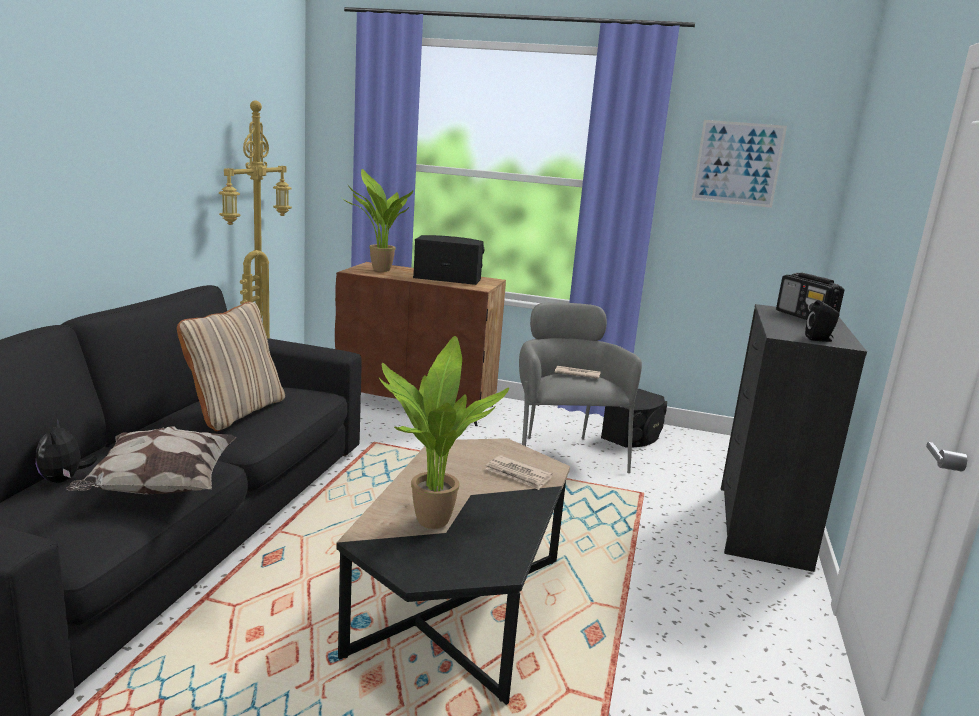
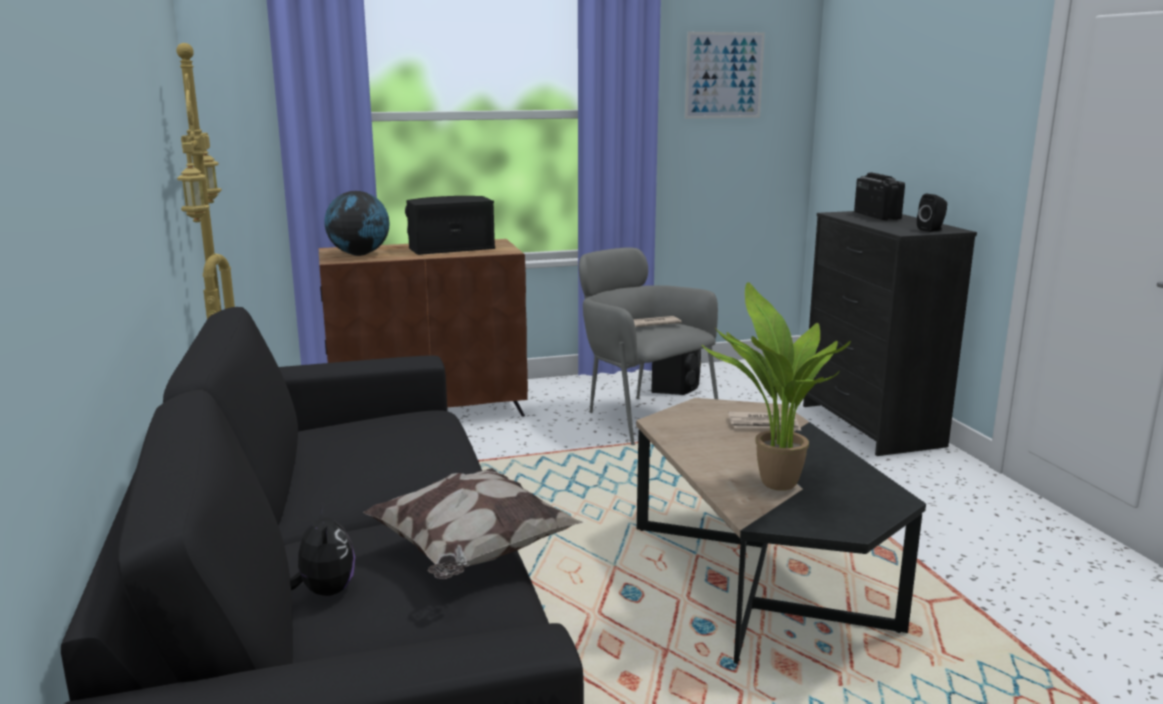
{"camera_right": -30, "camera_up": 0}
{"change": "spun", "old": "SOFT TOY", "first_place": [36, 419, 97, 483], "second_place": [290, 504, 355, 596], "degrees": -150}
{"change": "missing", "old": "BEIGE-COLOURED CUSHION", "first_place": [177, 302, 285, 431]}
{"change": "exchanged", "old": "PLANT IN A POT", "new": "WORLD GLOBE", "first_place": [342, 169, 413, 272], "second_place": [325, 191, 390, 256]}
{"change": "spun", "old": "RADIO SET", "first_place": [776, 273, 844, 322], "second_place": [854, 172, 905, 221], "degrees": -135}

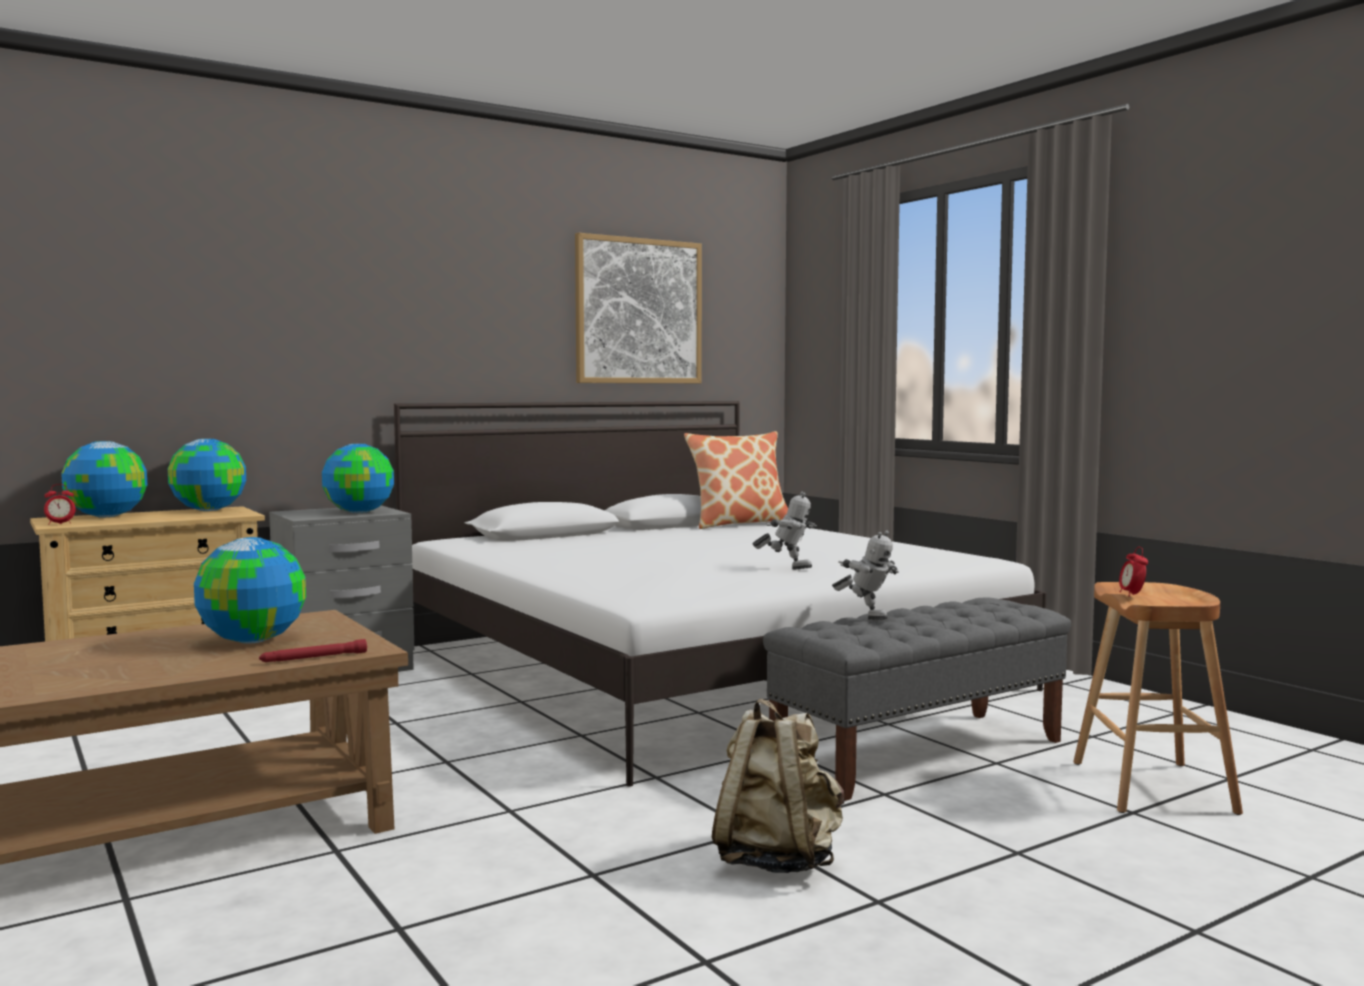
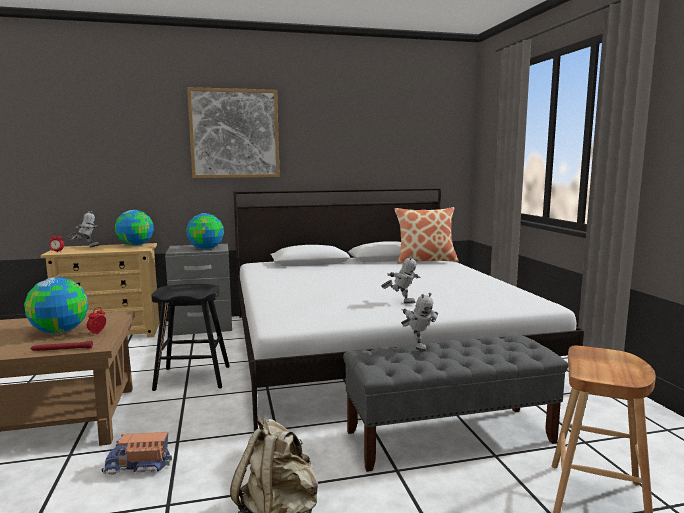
{"camera_right": 20, "camera_up": 5}
{"change": "exchanged", "old": "WORLD GLOBE", "new": "ROBOT FIGURE", "first_place": [61, 441, 147, 517], "second_place": [68, 211, 99, 247]}
{"change": "relocated", "old": "PICTURE", "first_place": [575, 233, 702, 383], "second_place": [187, 87, 280, 178]}
{"change": "relocated", "old": "BEDSIDE CLOCK", "first_place": [1119, 547, 1148, 597], "second_place": [87, 307, 106, 334]}
{"change": "appeared", "new": "TOY TRUCK", "second_place": [102, 432, 172, 475]}
{"change": "appeared", "new": "BLACK-COLOURED STOOL SEAT", "second_place": [151, 284, 230, 391]}

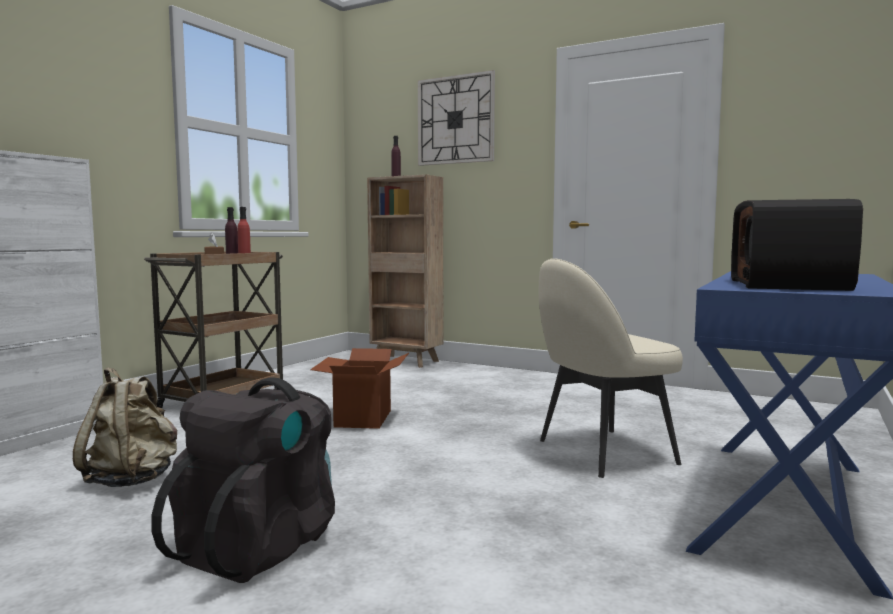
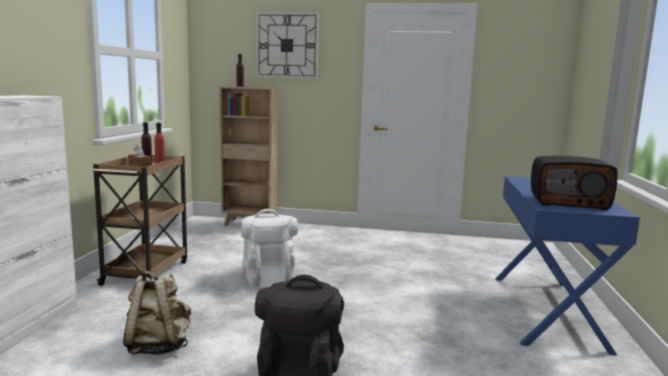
{"camera_right": -20, "camera_up": 5}
{"change": "exchanged", "old": "CARDBOARD BOX", "new": "WHITE-COLOURED KNAPSACK", "first_place": [310, 348, 409, 429], "second_place": [241, 209, 298, 288]}
{"change": "missing", "old": "BEIGE-COLOURED CHAIR", "first_place": [539, 258, 683, 478]}
{"change": "spun", "old": "RADIO SET", "first_place": [731, 199, 863, 291], "second_place": [531, 156, 617, 210], "degrees": -75}

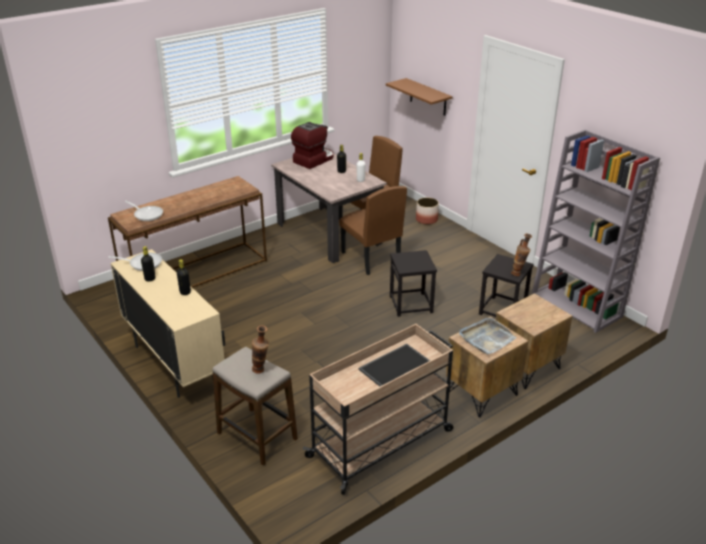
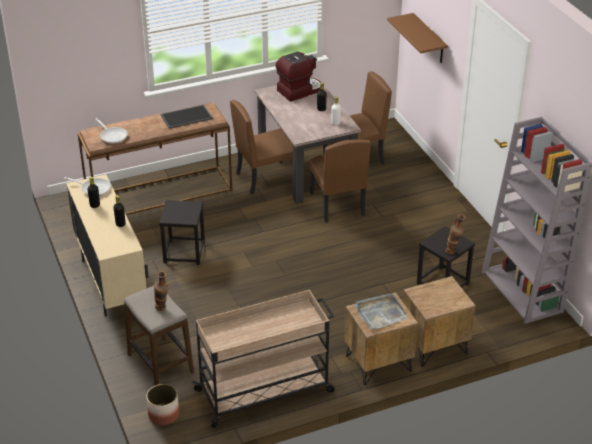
{"camera_right": 15, "camera_up": 5}
{"change": "relocated", "old": "SERVING TRAY", "first_place": [359, 344, 430, 386], "second_place": [160, 104, 213, 129]}
{"change": "relocated", "old": "BLACK-COLOURED STOOL SEAT", "first_place": [390, 250, 437, 317], "second_place": [159, 200, 205, 265]}
{"change": "relocated", "old": "PLANTER", "first_place": [416, 198, 439, 225], "second_place": [146, 384, 179, 425]}
{"change": "appeared", "new": "BROWNISH CHAIR", "second_place": [230, 100, 293, 194]}

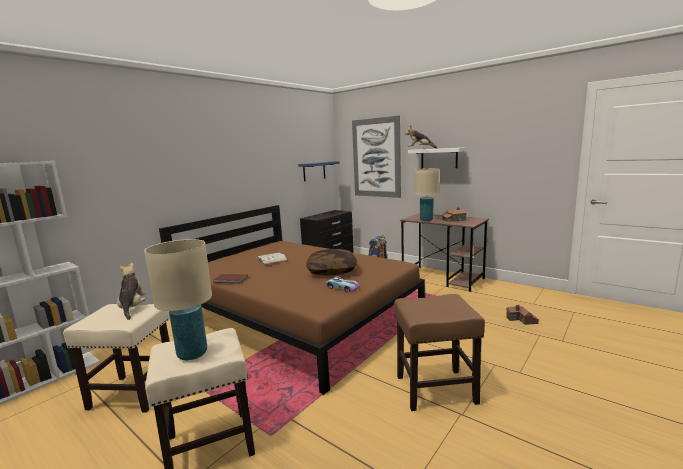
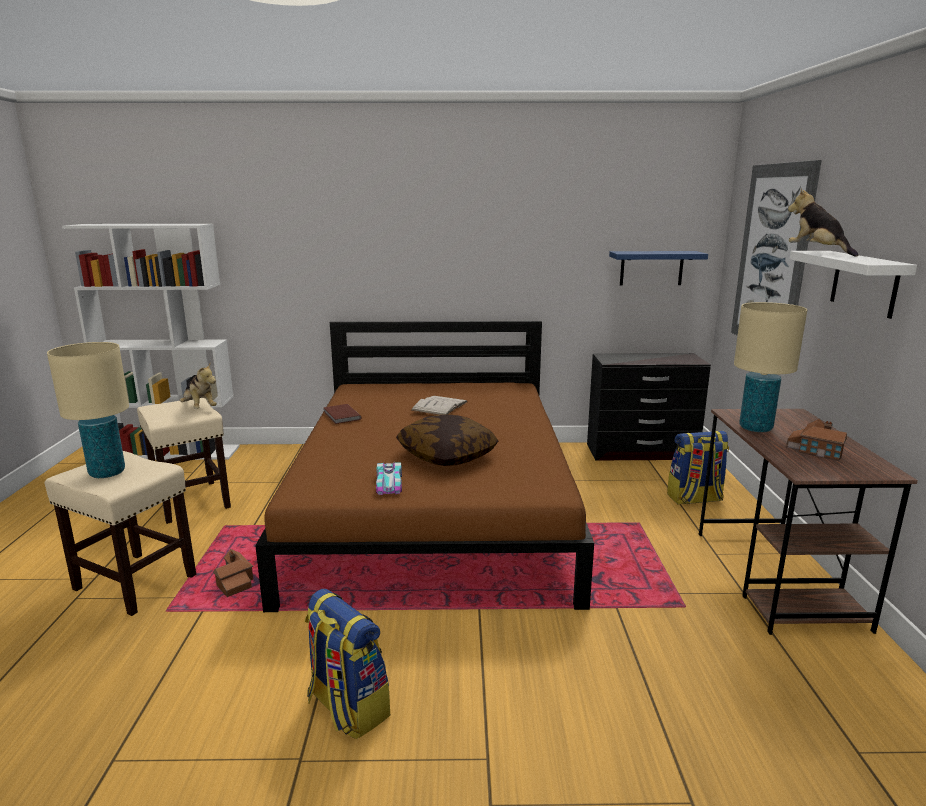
{"camera_right": 50, "camera_up": 5}
{"change": "spun", "old": "SOFT TOY", "first_place": [117, 263, 146, 320], "second_place": [180, 363, 217, 409], "degrees": 105}
{"change": "exchanged", "old": "BROWNISH STOOL SEAT", "new": "KNAPSACK", "first_place": [394, 294, 485, 411], "second_place": [305, 589, 390, 739]}
{"change": "relocated", "old": "MODEL HOUSE", "first_place": [506, 305, 539, 325], "second_place": [213, 549, 253, 597]}

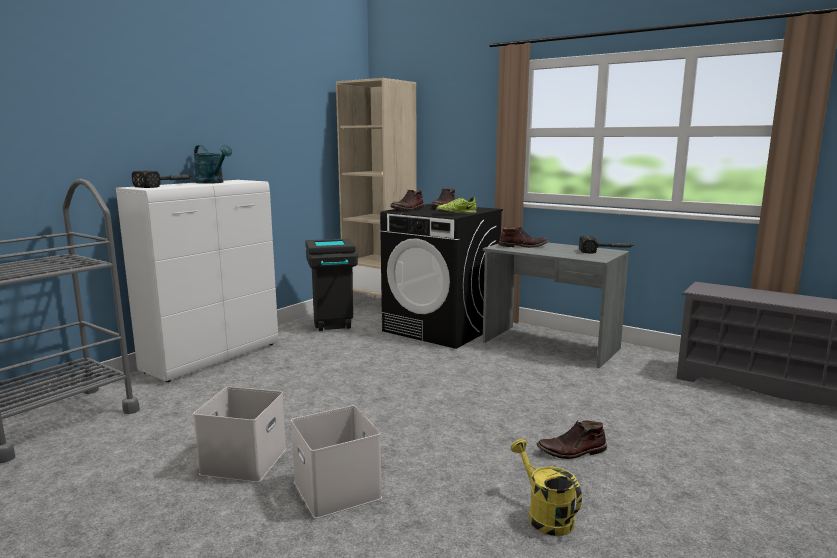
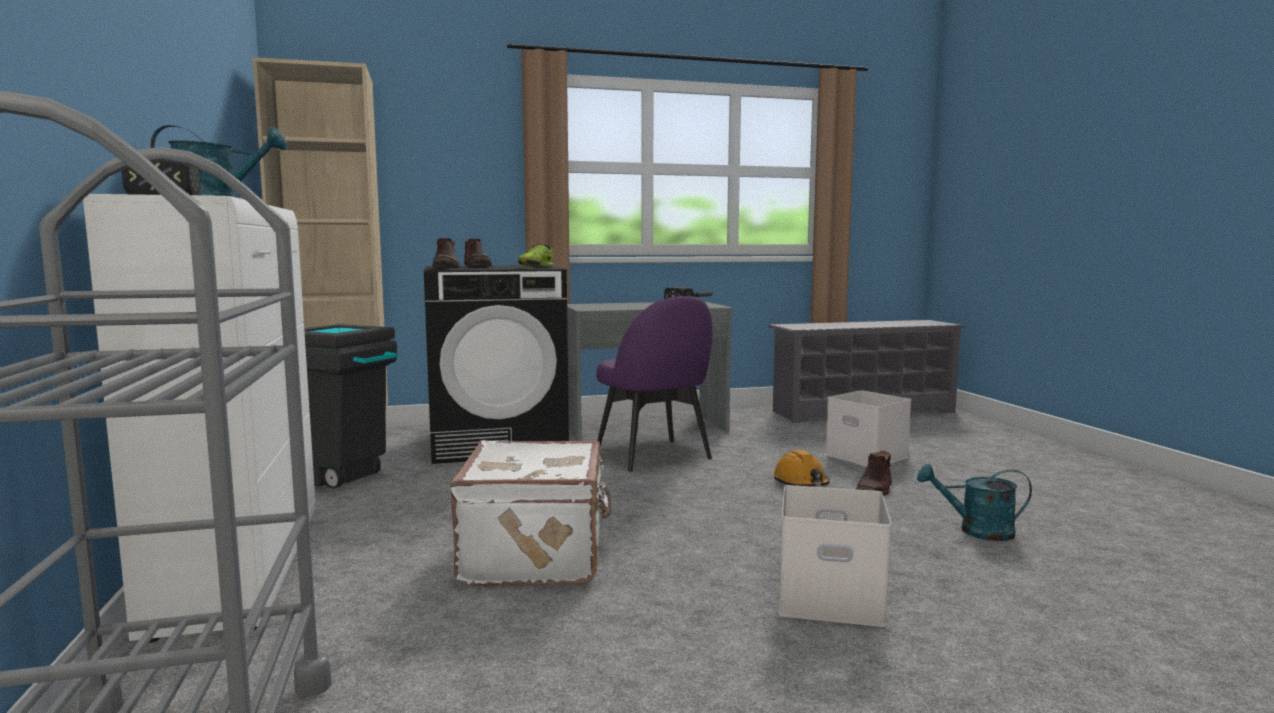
{"camera_right": -50, "camera_up": -5}
{"change": "relocated", "old": "WHITE-COLOURED STORAGE BIN", "first_place": [193, 387, 286, 483], "second_place": [825, 390, 911, 466]}
{"change": "missing", "old": "BROWNISH HIGH-TOP BOOT", "first_place": [499, 226, 548, 248]}
{"change": "colour", "old": "YELLOW-COLOURED WATERING CAN", "new": "TURQUOISE-COLOURED WATERING CAN", "first_place": [511, 439, 582, 536], "second_place": [917, 464, 1032, 541]}
{"change": "appeared", "new": "WHITE-COLOURED TRAVEL CASE", "second_place": [450, 440, 612, 585]}
{"change": "appeared", "new": "PURPLE CHAIR", "second_place": [596, 296, 713, 472]}
{"change": "appeared", "new": "ORANGEY HARD HAT", "second_place": [774, 450, 830, 487]}

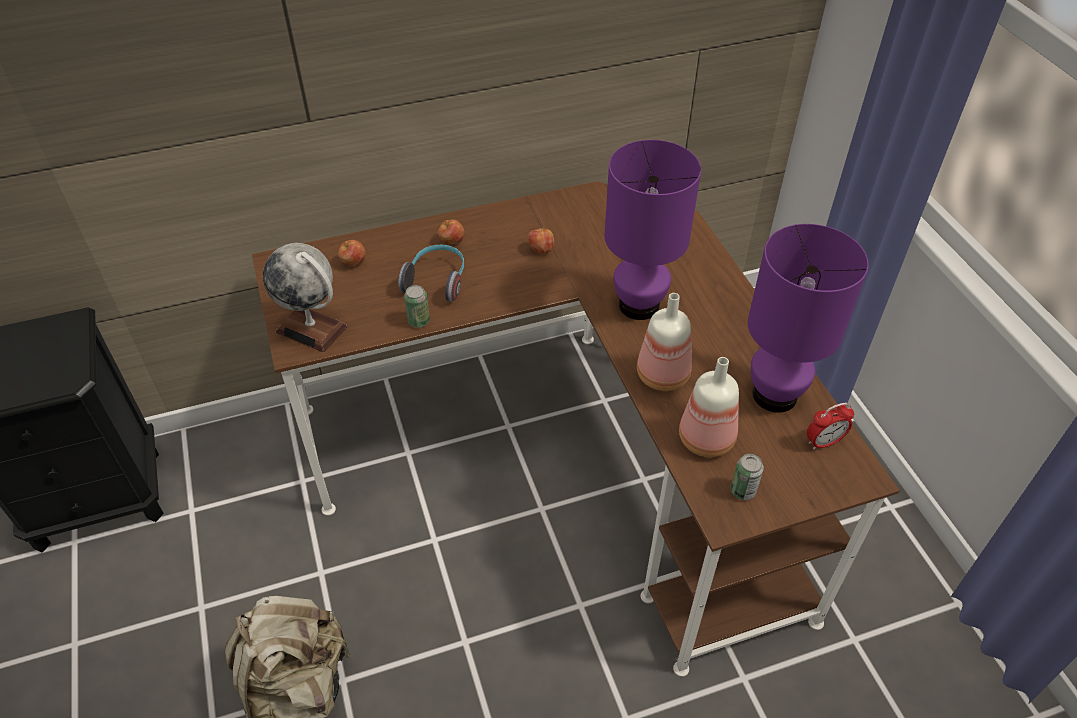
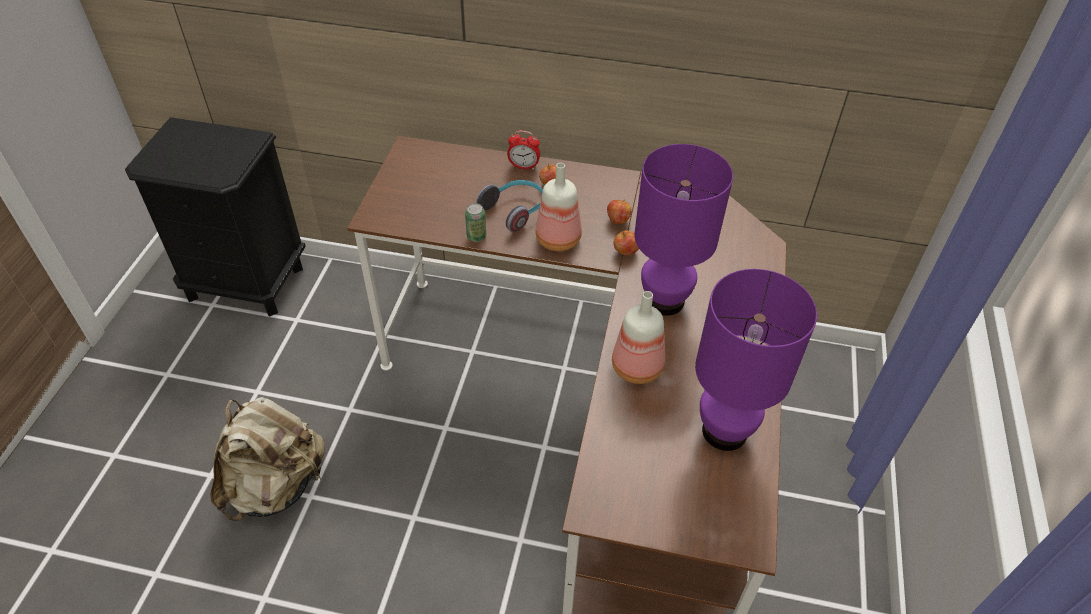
{"camera_right": 30, "camera_up": 0}
{"change": "missing", "old": "WORLD GLOBE", "first_place": [263, 243, 348, 352]}
{"change": "relocated", "old": "WHOLE APPLE", "first_place": [338, 240, 366, 265], "second_place": [614, 231, 639, 255]}
{"change": "relocated", "old": "DRINK BOTTLE", "first_place": [679, 357, 739, 457], "second_place": [536, 163, 582, 251]}
{"change": "missing", "old": "METAL CAN", "first_place": [731, 454, 764, 500]}
{"change": "relocated", "old": "BEDSIDE CLOCK", "first_place": [807, 403, 854, 450], "second_place": [507, 130, 540, 170]}

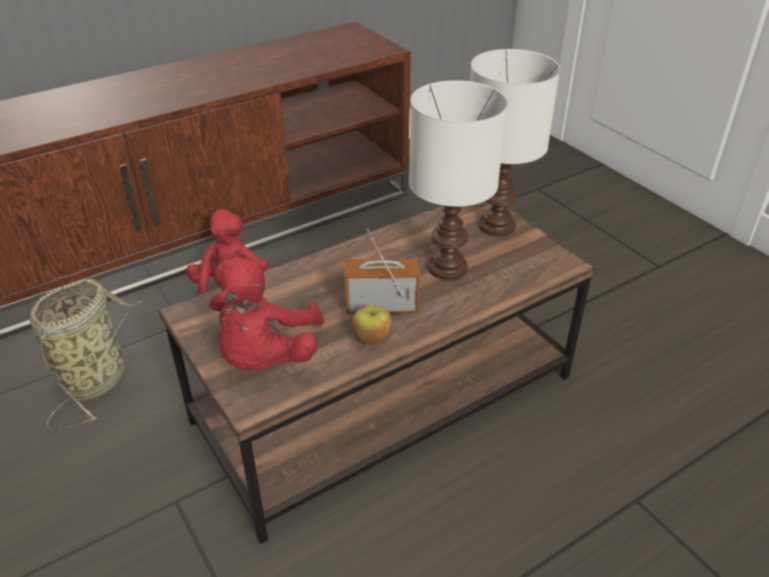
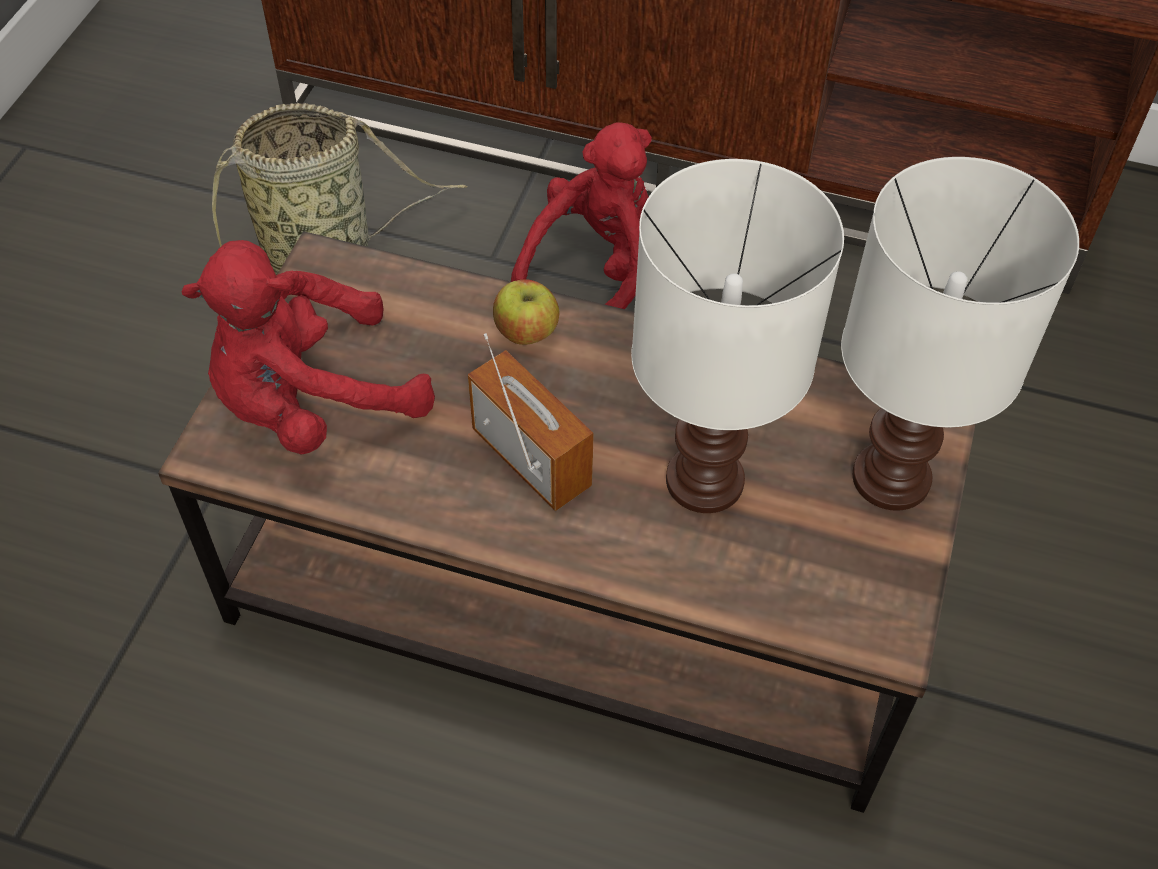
{"camera_right": 50, "camera_up": 15}
{"change": "relocated", "old": "WHOLE APPLE", "first_place": [352, 305, 392, 344], "second_place": [493, 280, 559, 345]}

